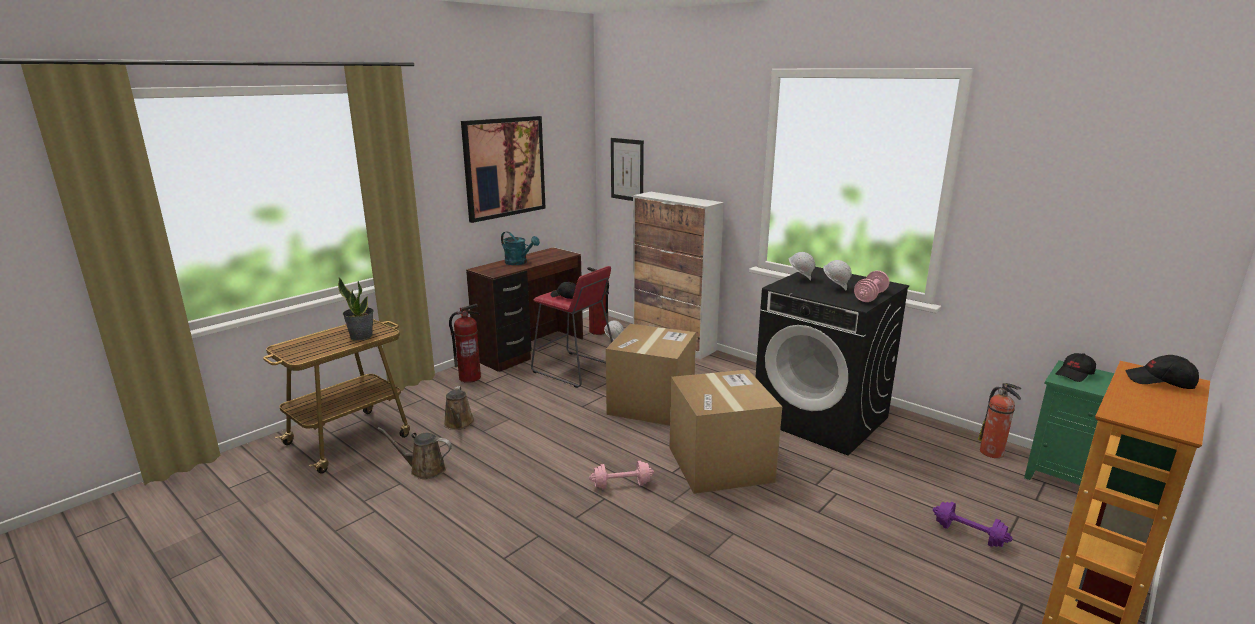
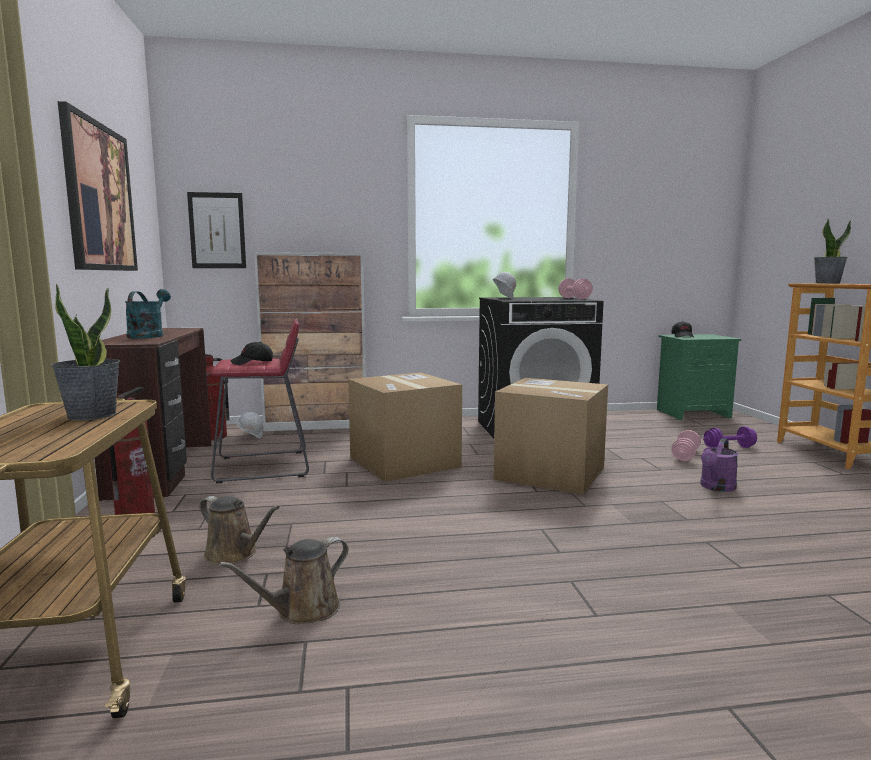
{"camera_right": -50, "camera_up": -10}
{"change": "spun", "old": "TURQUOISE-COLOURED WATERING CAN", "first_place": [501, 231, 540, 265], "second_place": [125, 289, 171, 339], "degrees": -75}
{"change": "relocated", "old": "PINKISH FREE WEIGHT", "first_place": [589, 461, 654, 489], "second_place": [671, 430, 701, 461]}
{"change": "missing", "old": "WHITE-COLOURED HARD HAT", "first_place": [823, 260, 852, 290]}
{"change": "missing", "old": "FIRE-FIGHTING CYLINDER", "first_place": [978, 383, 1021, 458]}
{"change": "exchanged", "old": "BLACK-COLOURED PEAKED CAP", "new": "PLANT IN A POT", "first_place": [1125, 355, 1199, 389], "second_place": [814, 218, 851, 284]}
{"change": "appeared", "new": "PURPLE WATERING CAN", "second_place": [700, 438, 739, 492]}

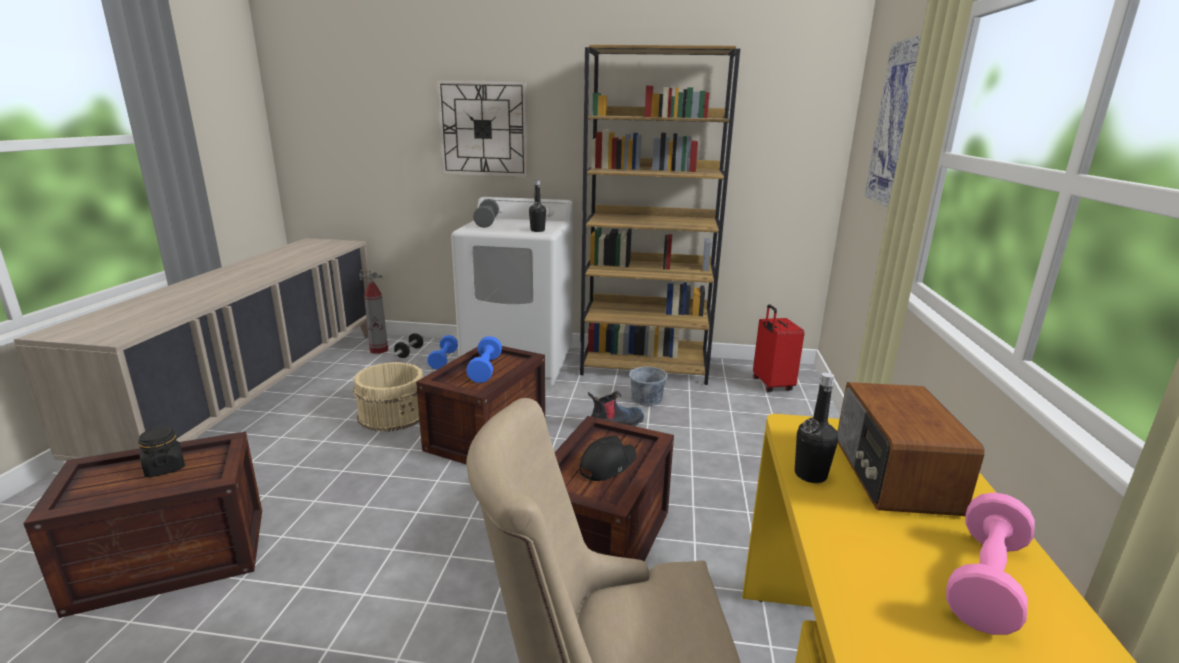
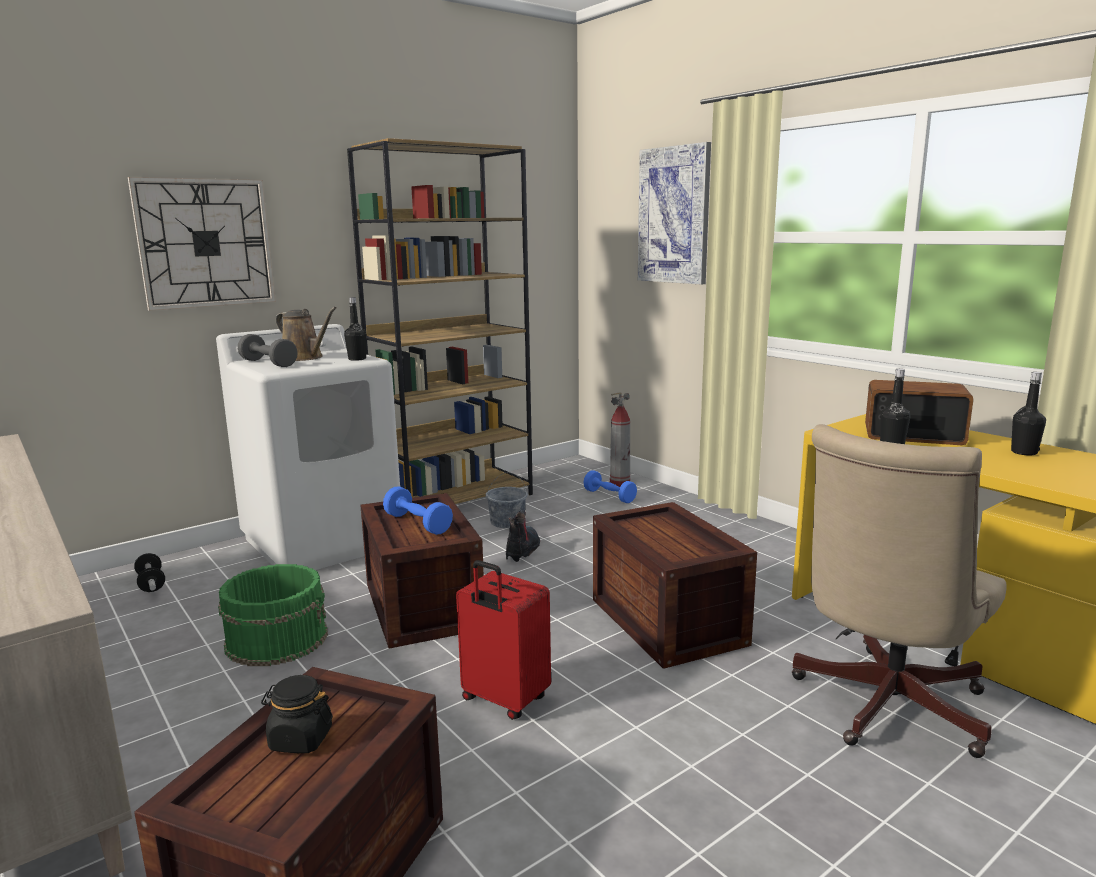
{"camera_right": -45, "camera_up": -5}
{"change": "colour", "old": "BEIGE-COLOURED PAIL", "new": "GREEN PAIL", "first_place": [353, 362, 423, 432], "second_place": [218, 564, 328, 666]}
{"change": "relocated", "old": "FIRE-FIGHTING CYLINDER", "first_place": [359, 270, 388, 354], "second_place": [610, 392, 630, 487]}
{"change": "relocated", "old": "BLUE FREE WEIGHT", "first_place": [427, 335, 458, 370], "second_place": [584, 470, 637, 503]}
{"change": "missing", "old": "BLACK-COLOURED PEAKED CAP", "first_place": [579, 436, 636, 481]}
{"change": "relocated", "old": "RED TRAVEL CASE", "first_place": [753, 304, 804, 392], "second_place": [456, 560, 551, 720]}
{"change": "spun", "old": "RADIO SET", "first_place": [837, 382, 985, 516], "second_place": [865, 380, 974, 445], "degrees": 150}
{"change": "exchanged", "old": "PINKISH FREE WEIGHT", "new": "BLACK-COLOURED DRINK BOTTLE", "first_place": [946, 492, 1035, 635], "second_place": [1011, 372, 1046, 456]}
{"change": "appeared", "new": "BROWNISH WATERING CAN", "second_place": [276, 307, 337, 361]}

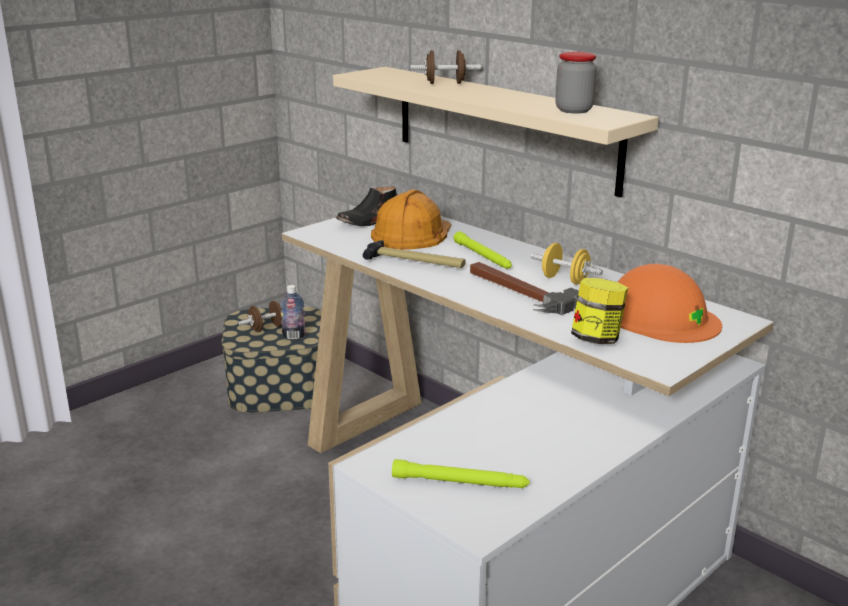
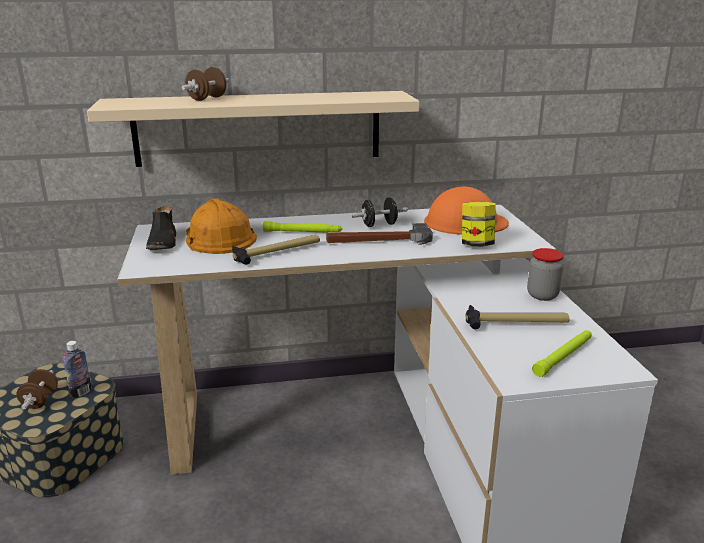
{"camera_right": -55, "camera_up": 0}
{"change": "colour", "old": "YELLOW-COLOURED FREE WEIGHT", "new": "BLACK-COLOURED FREE WEIGHT", "first_place": [530, 243, 603, 285], "second_place": [351, 197, 408, 227]}
{"change": "relocated", "old": "PRESERVE JAR", "first_place": [555, 52, 597, 113], "second_place": [527, 248, 564, 301]}
{"change": "appeared", "new": "TOOL HAMMER", "second_place": [466, 305, 570, 329]}

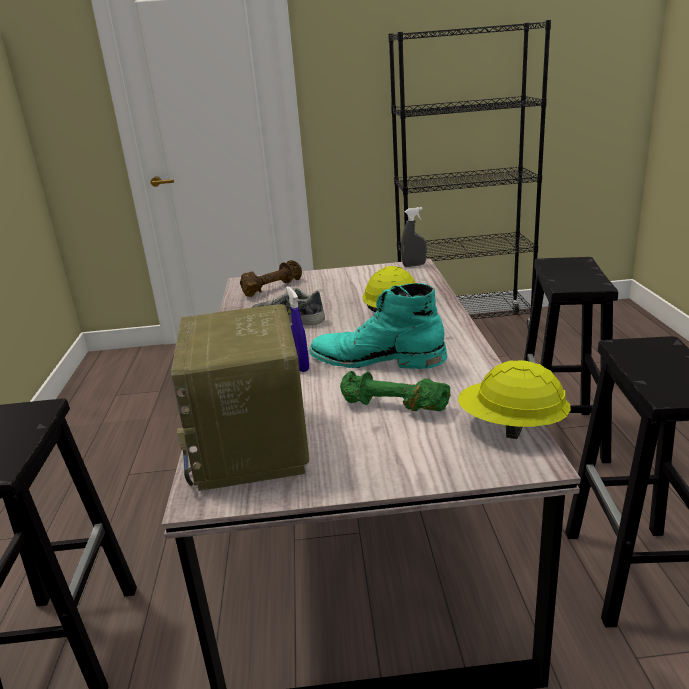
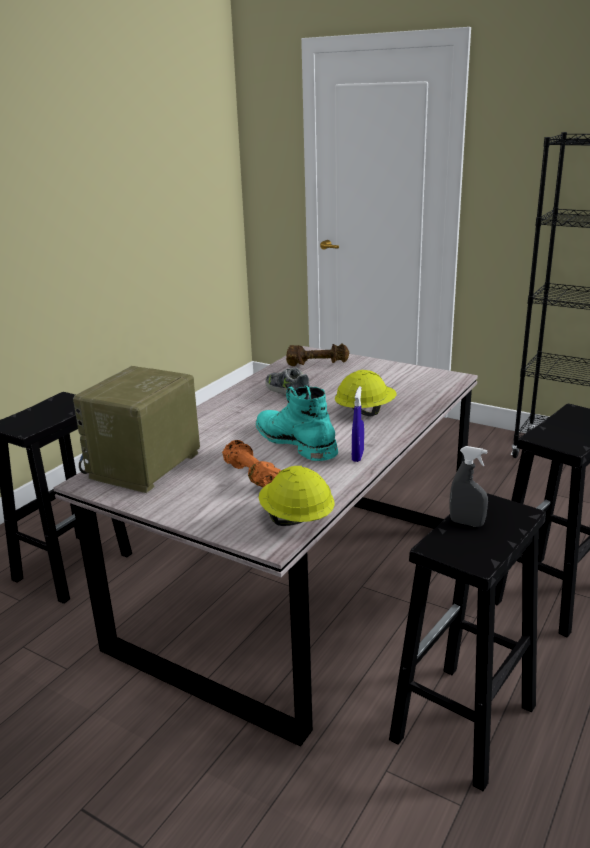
{"camera_right": 35, "camera_up": 0}
{"change": "relocated", "old": "BLUE SPRAYER", "first_place": [286, 286, 309, 372], "second_place": [352, 386, 364, 462]}
{"change": "colour", "old": "GREEN FREE WEIGHT", "new": "ORANGEY FREE WEIGHT", "first_place": [340, 371, 451, 411], "second_place": [222, 440, 281, 488]}
{"change": "relocated", "old": "GREYISH SPRAYER", "first_place": [401, 207, 427, 267], "second_place": [449, 446, 488, 527]}

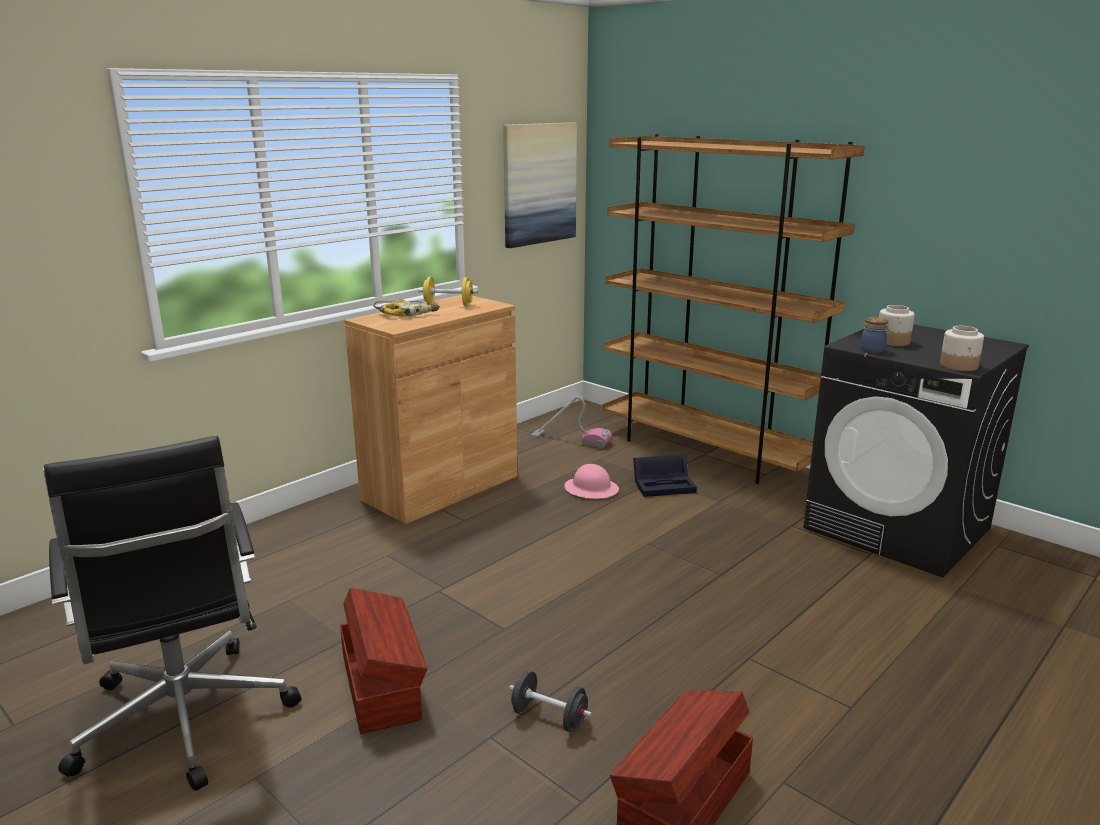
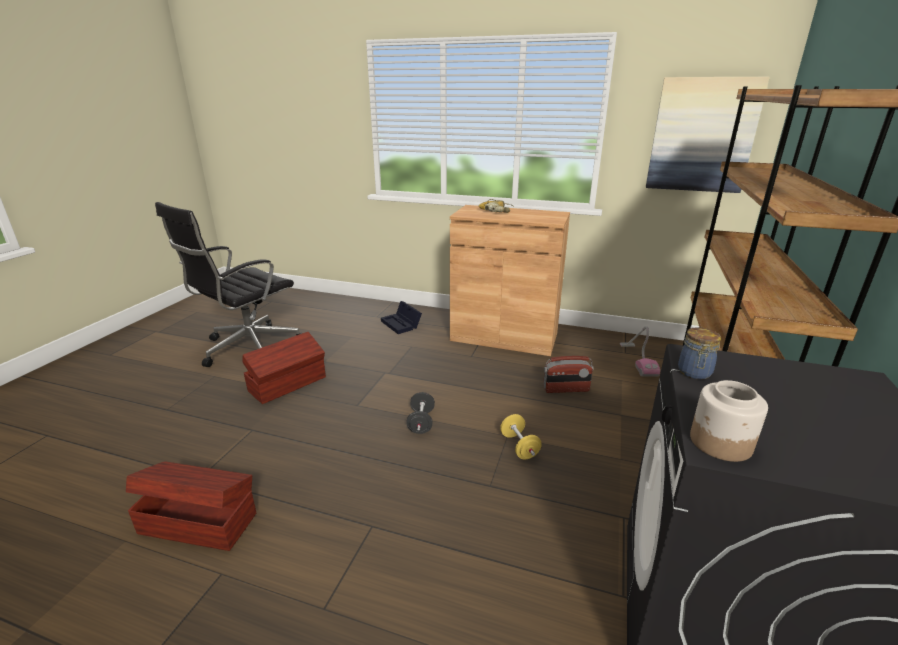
{"camera_right": 65, "camera_up": 5}
{"change": "relocated", "old": "YELLOW-COLOURED FREE WEIGHT", "first_place": [418, 276, 478, 306], "second_place": [500, 414, 542, 459]}
{"change": "relocated", "old": "BLACK-COLOURED FREE WEIGHT", "first_place": [509, 670, 592, 732], "second_place": [406, 392, 435, 434]}
{"change": "exchanged", "old": "PINKISH HARD HAT", "new": "RADIO SET", "first_place": [564, 464, 619, 499], "second_place": [543, 356, 594, 393]}
{"change": "relocated", "old": "BLACK-COLOURED STORAGE BIN", "first_place": [633, 454, 697, 497], "second_place": [381, 301, 422, 334]}
{"change": "missing", "old": "PRESERVE JAR", "first_place": [879, 305, 915, 346]}

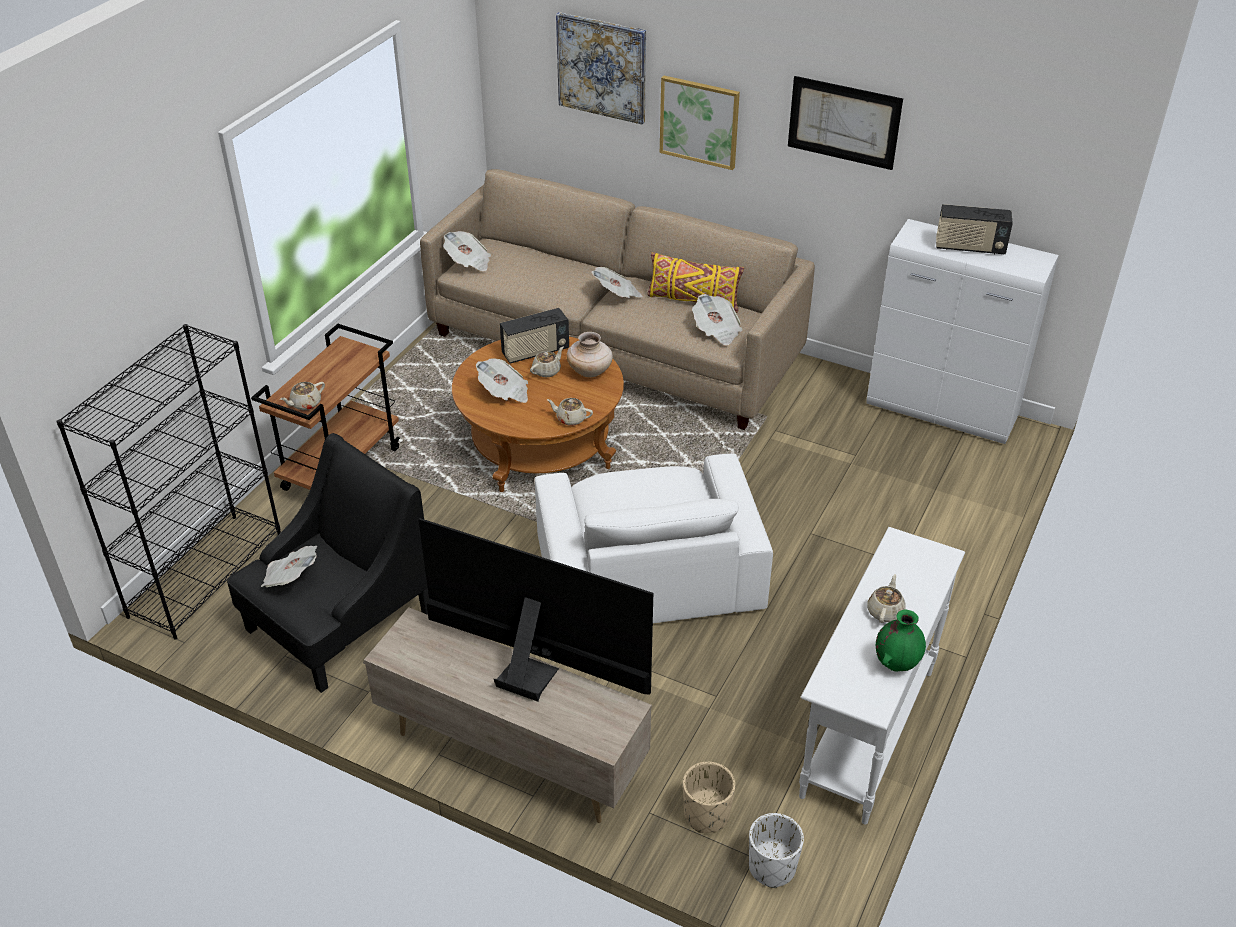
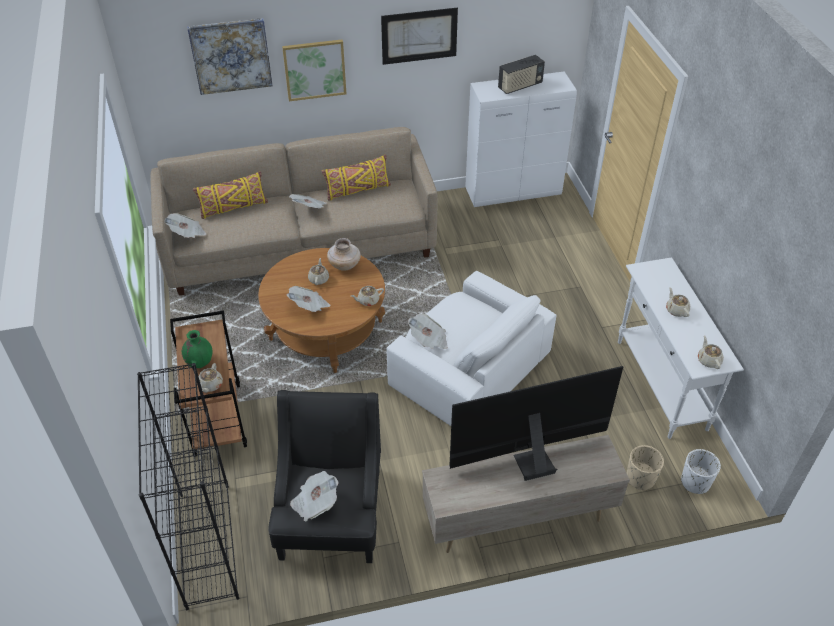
{"camera_right": -40, "camera_up": 5}
{"change": "missing", "old": "RADIO SET", "first_place": [500, 308, 569, 364]}
{"change": "relocated", "old": "NEWSPAPER", "first_place": [692, 294, 743, 346], "second_place": [408, 314, 448, 349]}
{"change": "relocated", "old": "GREEN VASE", "first_place": [876, 610, 926, 671], "second_place": [182, 330, 212, 368]}
{"change": "appeared", "new": "YELLOW-COLOURED CUSHION", "second_place": [193, 171, 268, 219]}
{"change": "appeared", "new": "BEIGE-COLOURED TEAPOT", "second_place": [698, 335, 724, 369]}

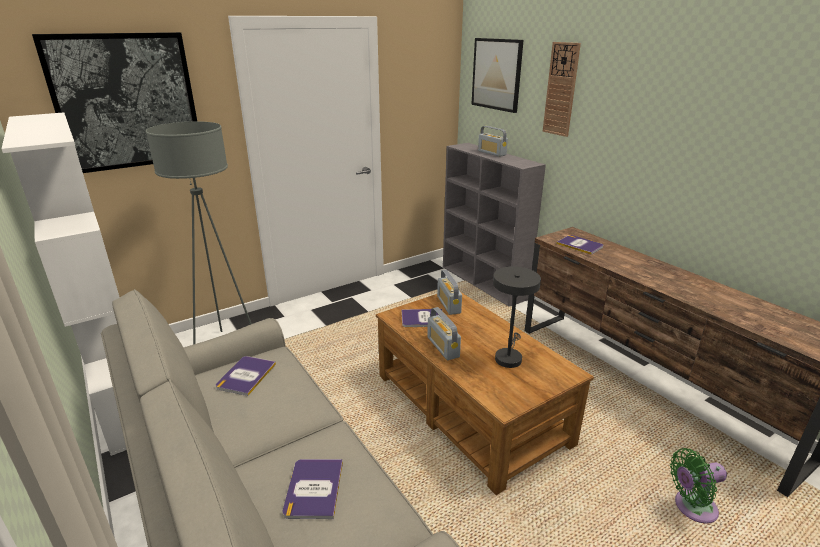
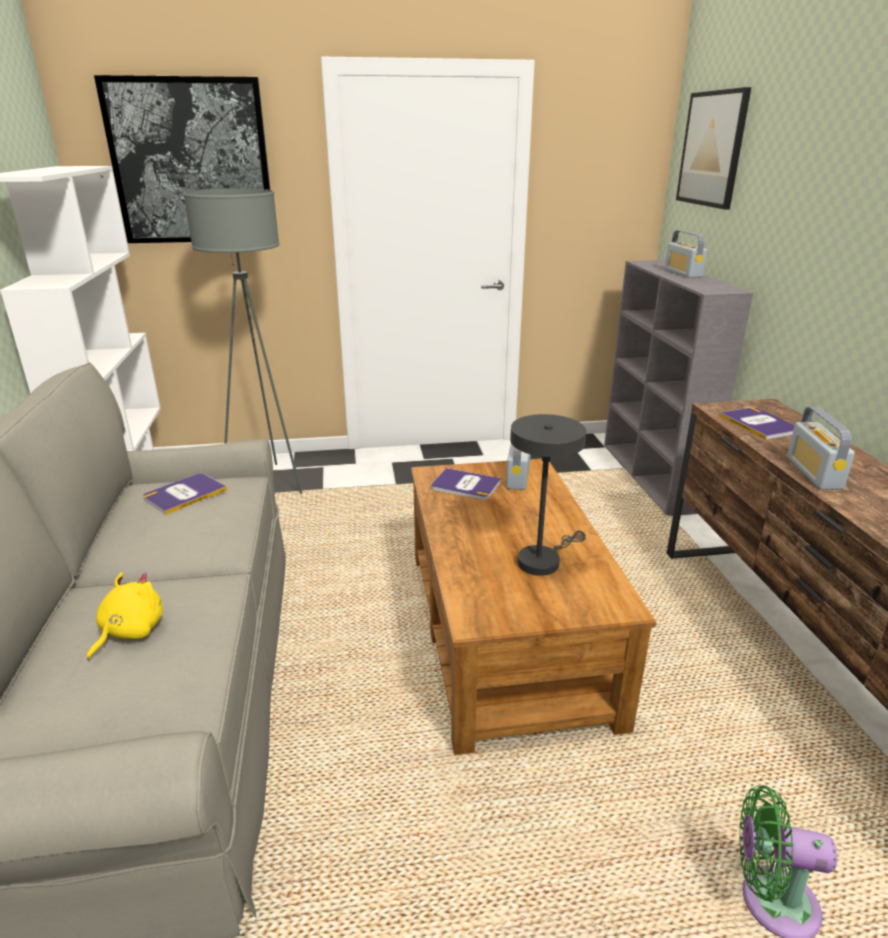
{"camera_right": 25, "camera_up": 0}
{"change": "exchanged", "old": "BOUND BOOK", "new": "YELLOW-COLOURED SOFT TOY", "first_place": [283, 459, 343, 519], "second_place": [87, 572, 163, 660]}
{"change": "relocated", "old": "RADIO SET", "first_place": [427, 307, 461, 360], "second_place": [787, 407, 855, 490]}
{"change": "missing", "old": "WALL CLOCK", "first_place": [543, 42, 581, 137]}

